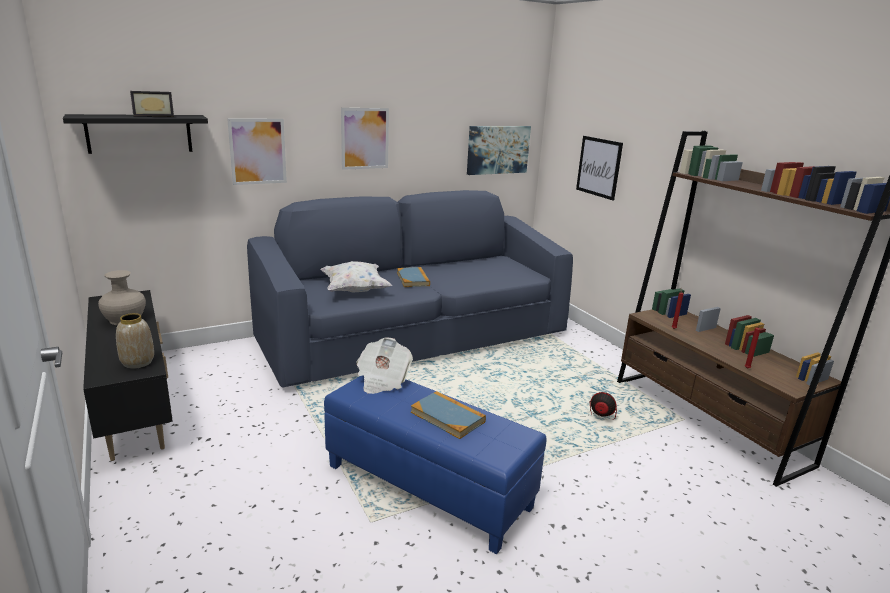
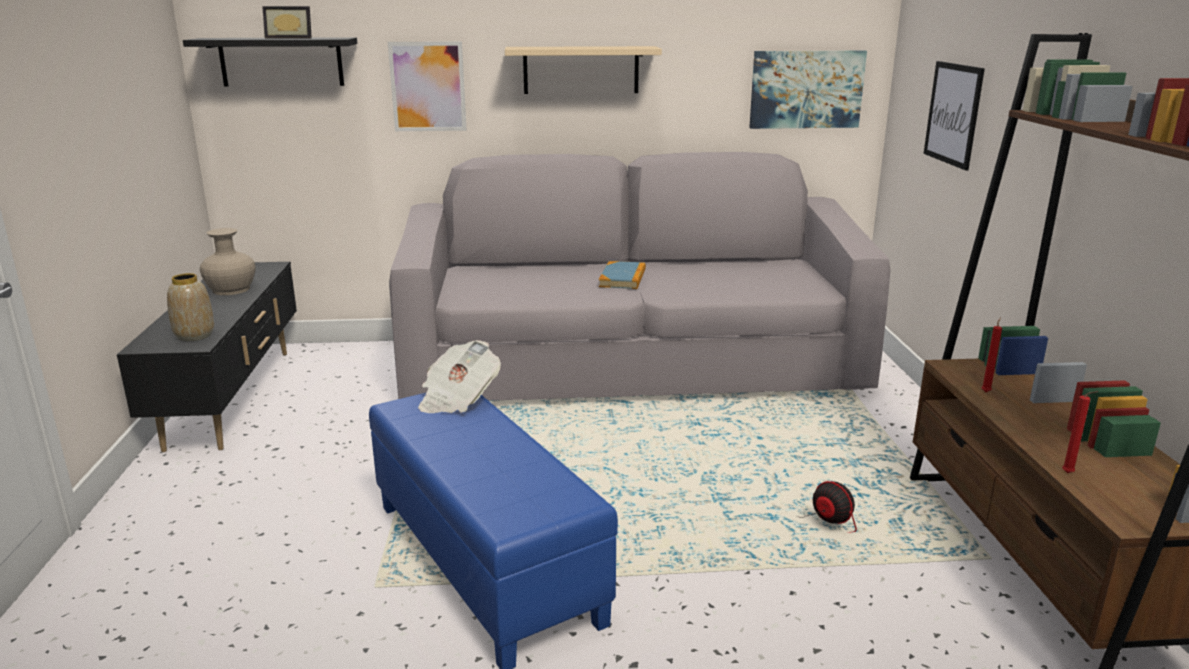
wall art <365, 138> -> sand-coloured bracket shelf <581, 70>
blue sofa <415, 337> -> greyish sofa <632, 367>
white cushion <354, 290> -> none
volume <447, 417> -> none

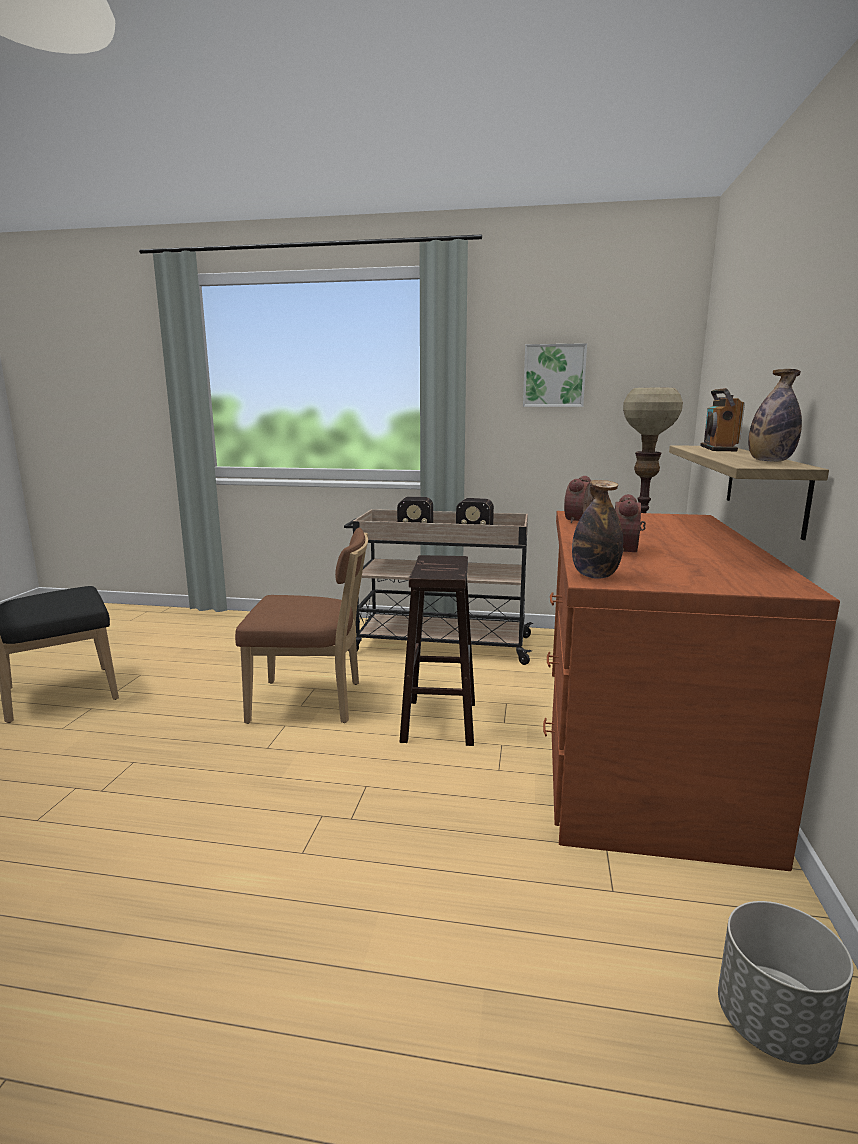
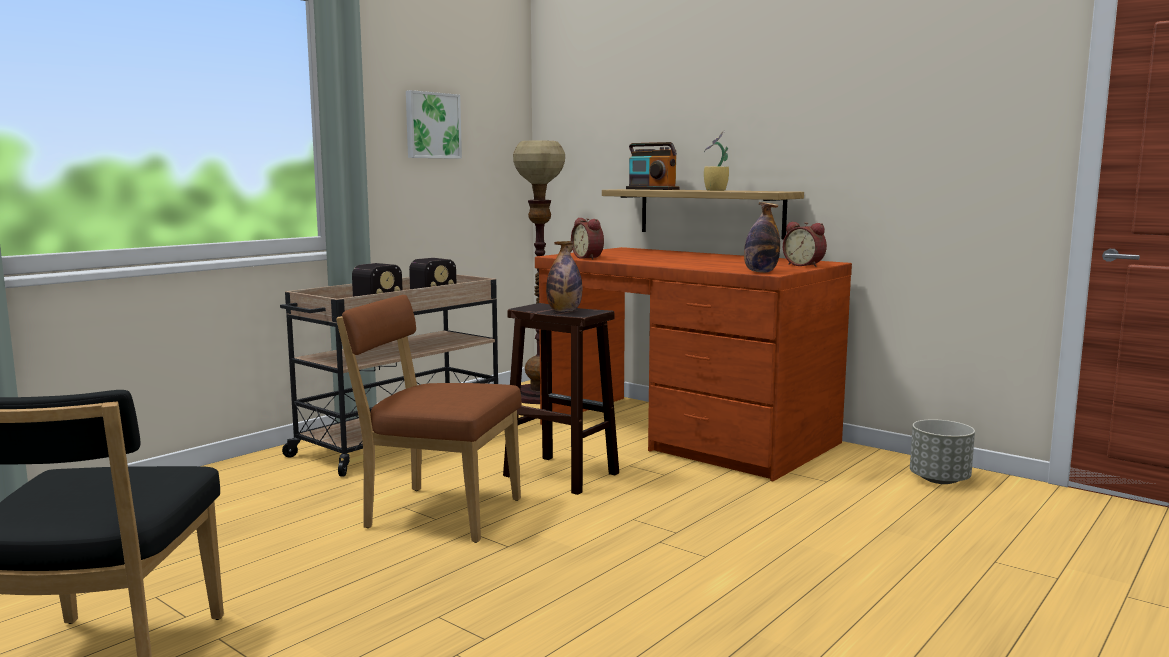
beverage bottle <770, 461> -> beverage bottle <564, 311>, relocated
alarm clock <627, 551> -> alarm clock <804, 265>, relocated
brown upright chair <312, 702> -> brown upright chair <437, 513>, 105 degrees counterclockwise
none -> houseplant <715, 190>

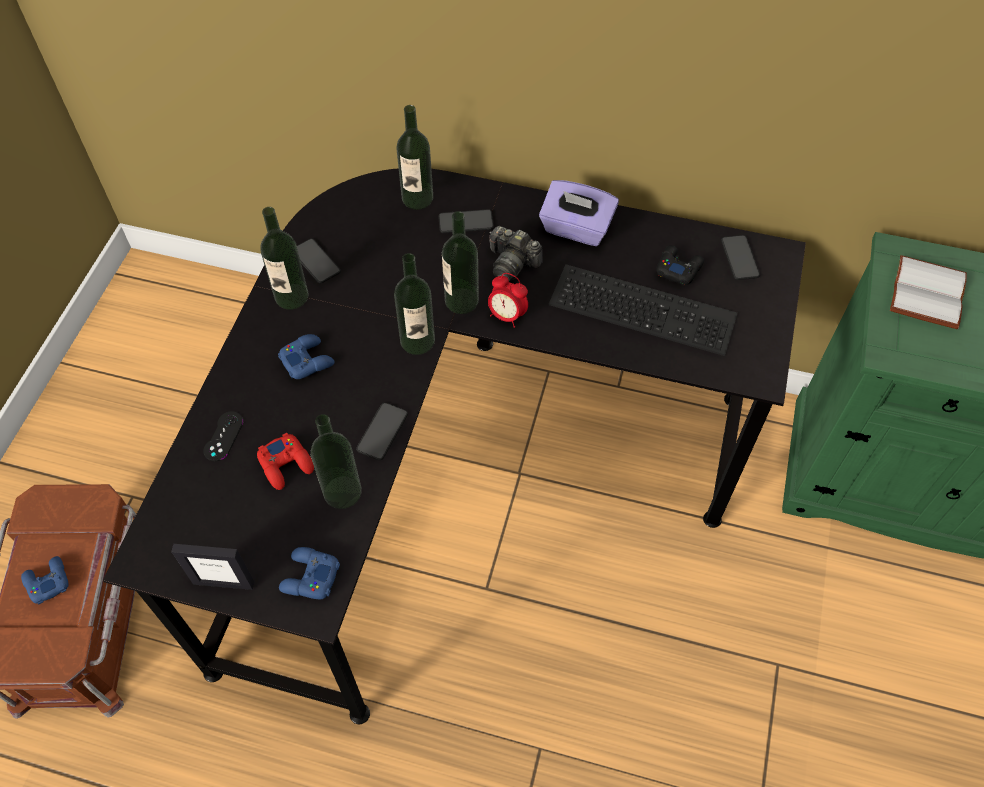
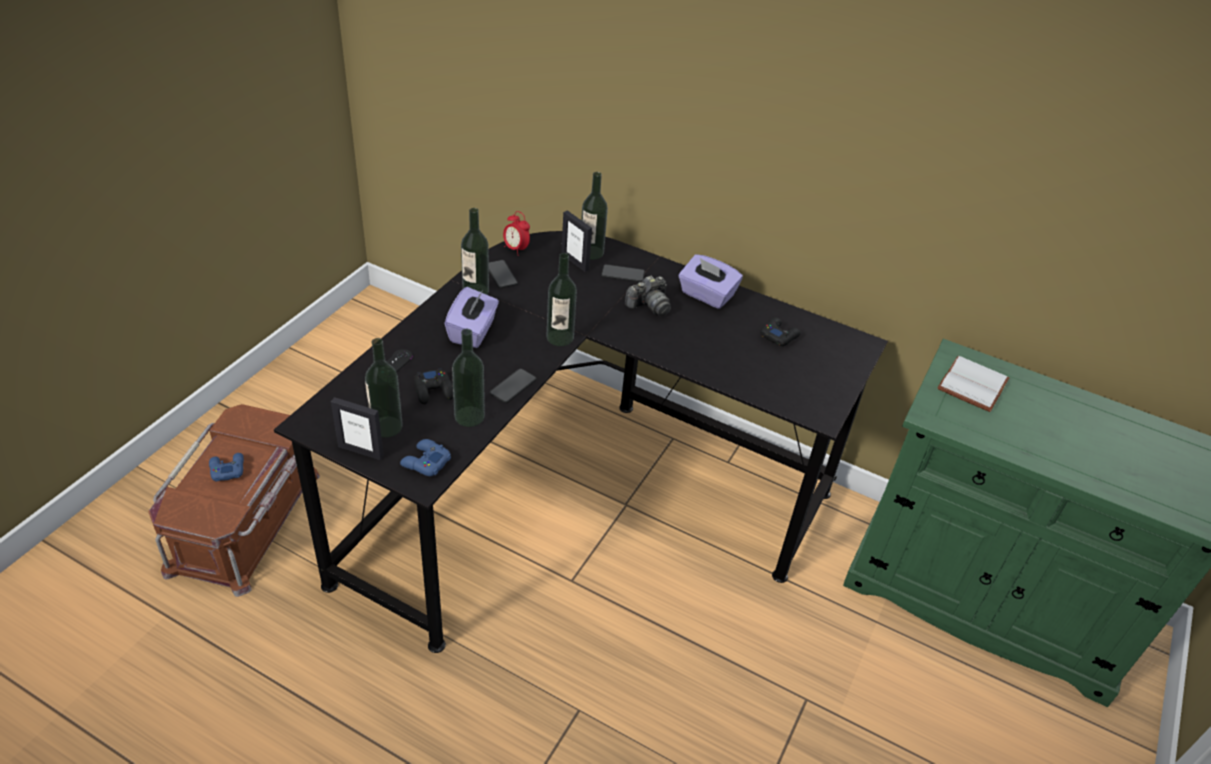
beverage bottle <461, 301> -> beverage bottle <387, 427>, relocated
photo camera <512, 263> -> photo camera <649, 306>, 75 degrees counterclockwise
telephone <740, 258> -> none
PC keyboard <645, 307> -> none
alarm clock <507, 316> -> alarm clock <516, 249>, relocated
blue game controller <307, 360> -> purple-coloured tissue holder <473, 331>
reddish game controller <286, 464> -> blackish game controller <434, 390>
none -> standing frame <575, 261>

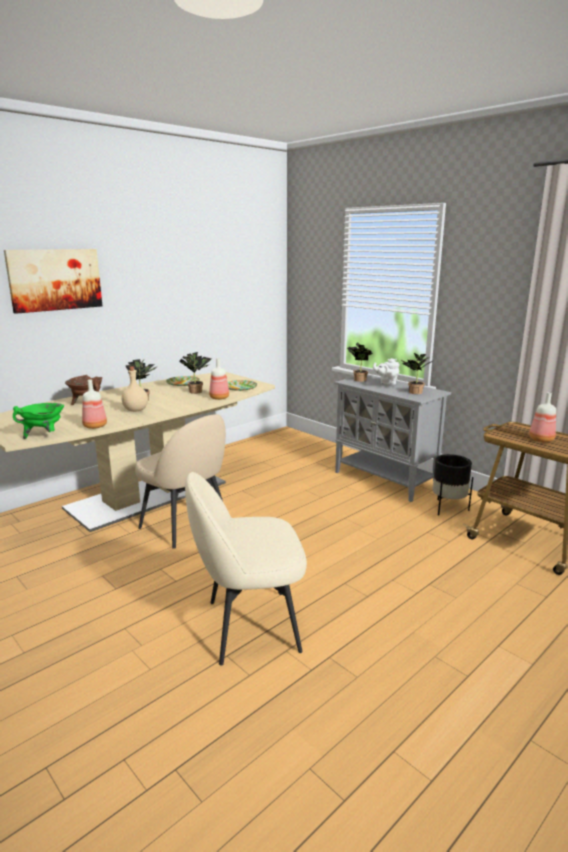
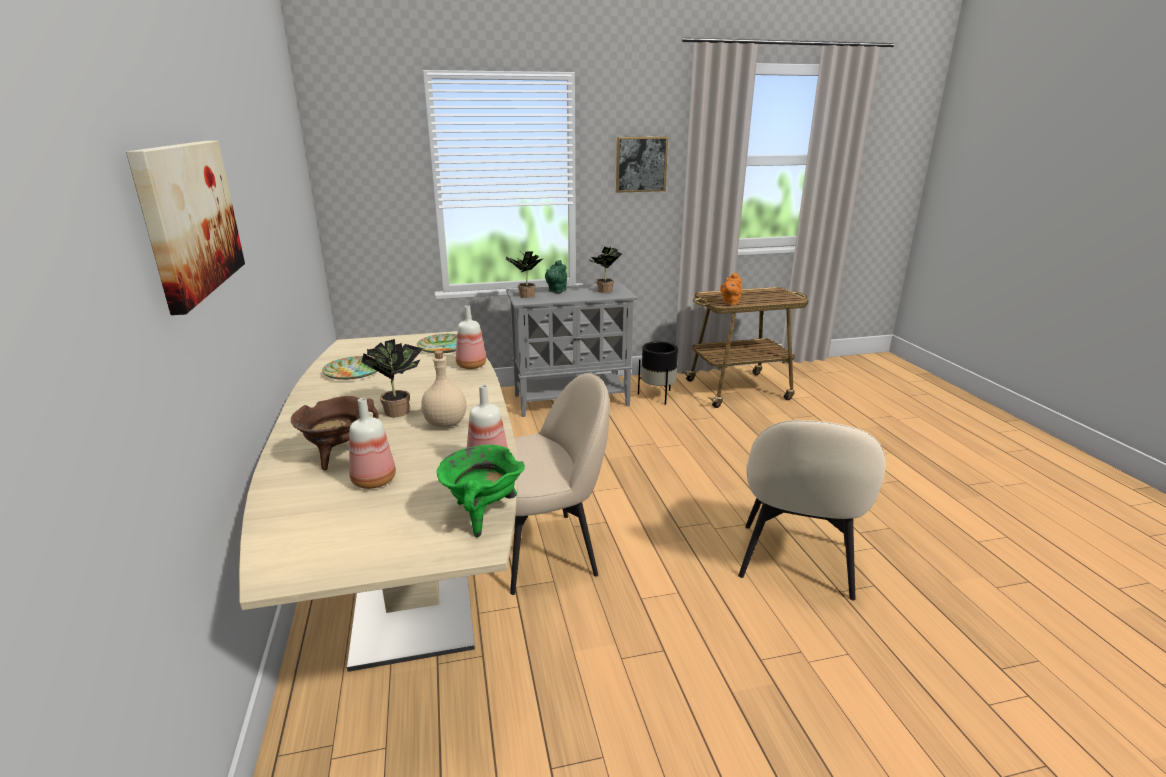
houseplant <196, 391> -> none
white pot for tea <386, 383> -> green pot for tea <556, 291>
beverage bottle <540, 440> -> beverage bottle <373, 481>, relocated
none -> wall art <641, 164>
none -> orangey pot for tea <730, 303>

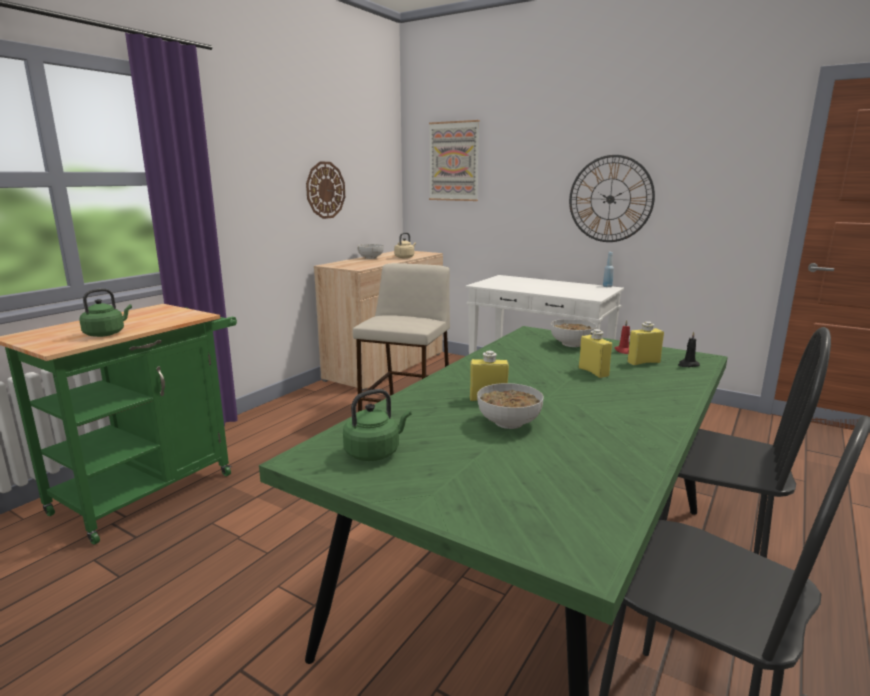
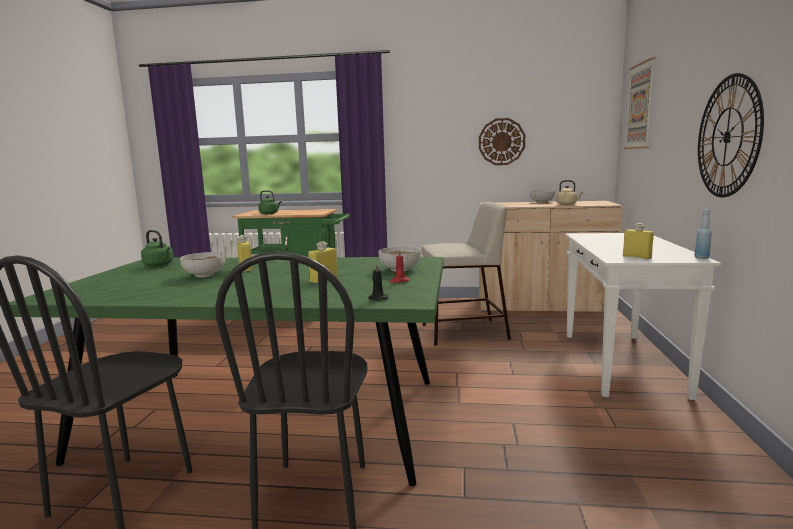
yellowish beverage bottle <643, 362> -> yellowish beverage bottle <637, 257>, relocated

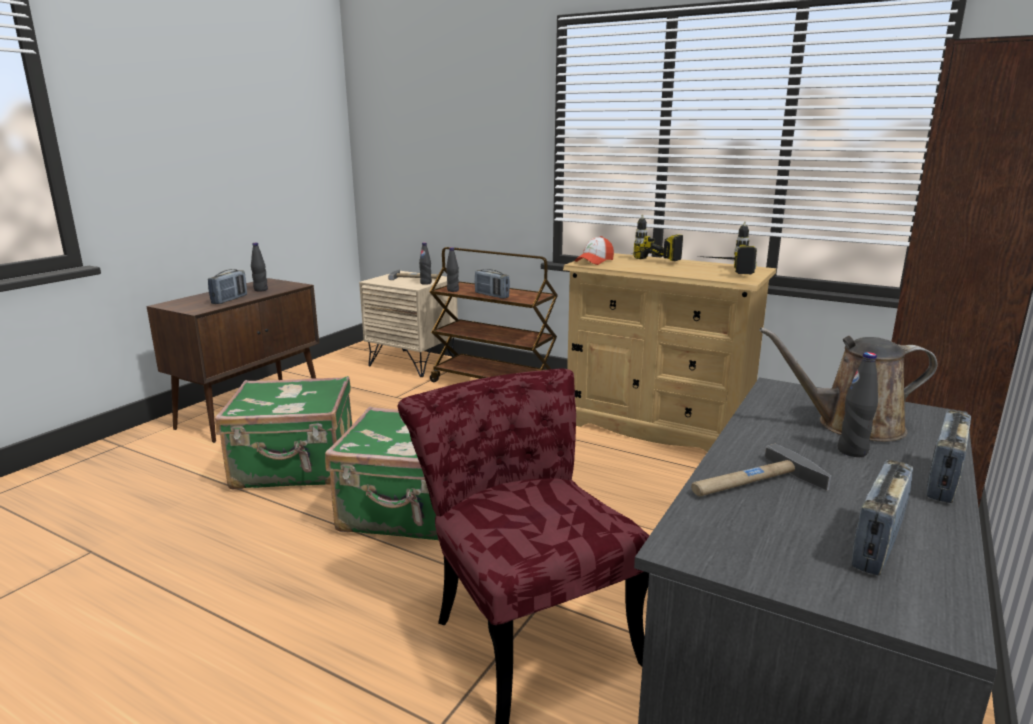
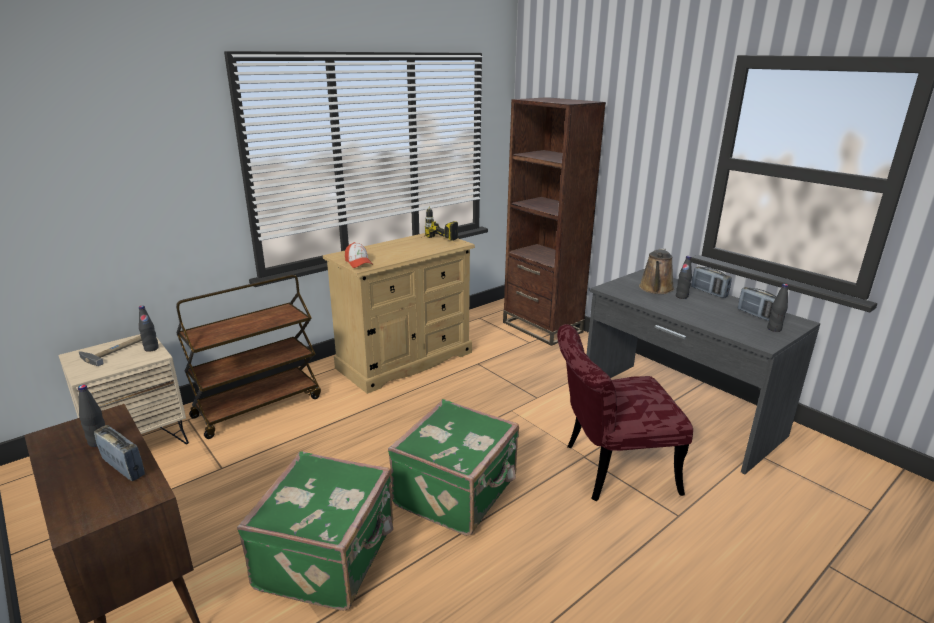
electric drill <646, 263> -> none
blackish beverage bottle <453, 290> -> blackish beverage bottle <774, 329>, relocated
radio set <491, 295> -> none
tool hammer <753, 484> -> none

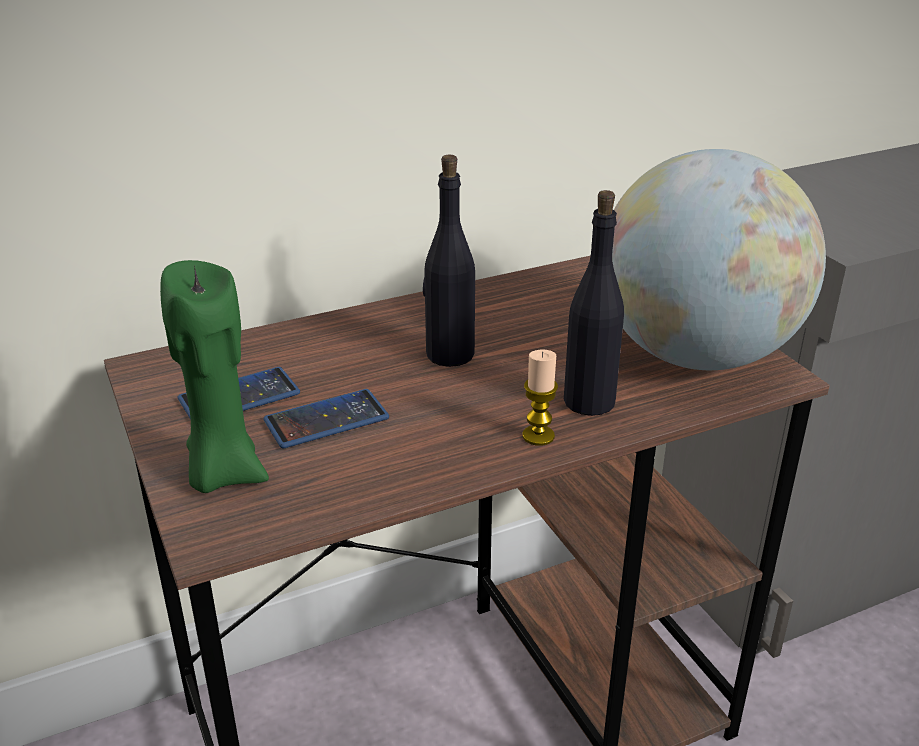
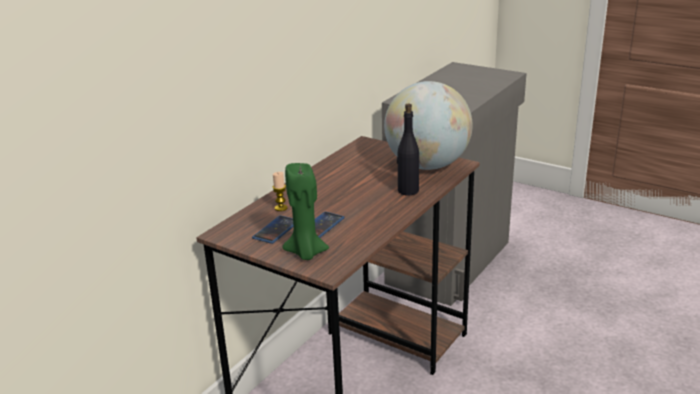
blackish beverage bottle <449, 354> -> none
wax candle <538, 436> -> wax candle <281, 208>, relocated

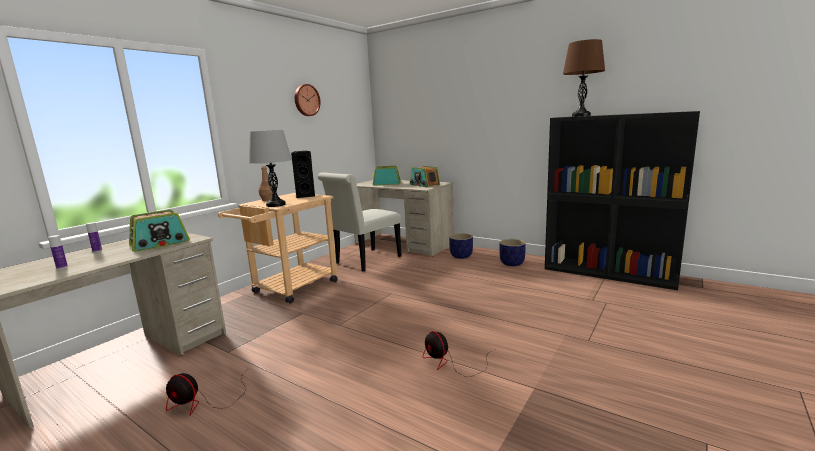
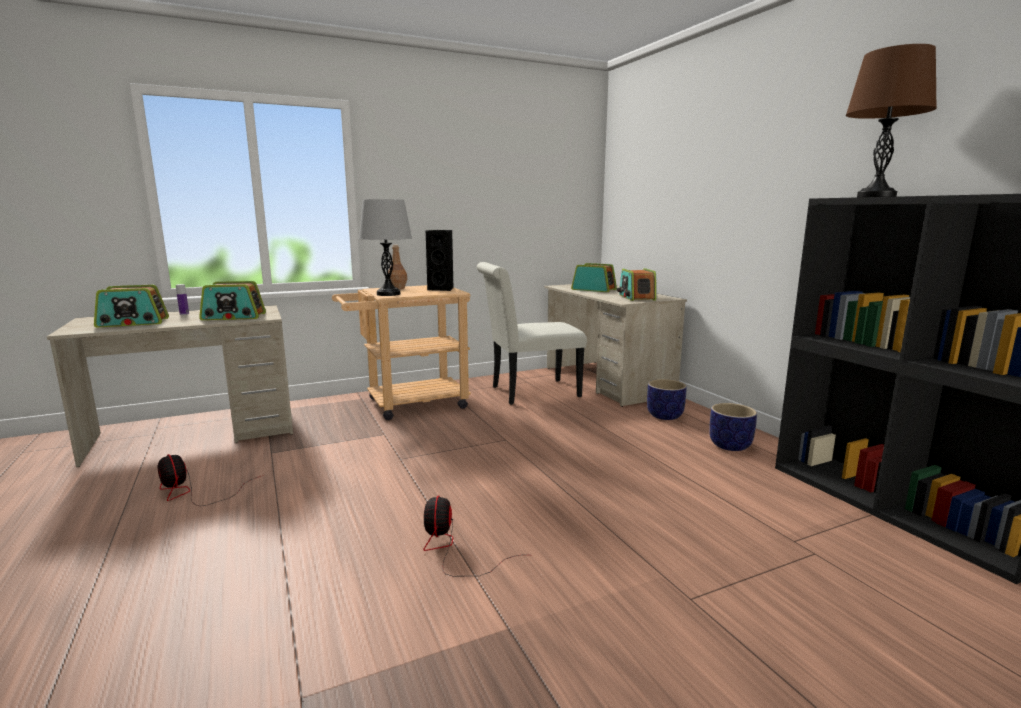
wall clock <306, 100> -> none
beverage bottle <62, 267> -> radio set <133, 323>

